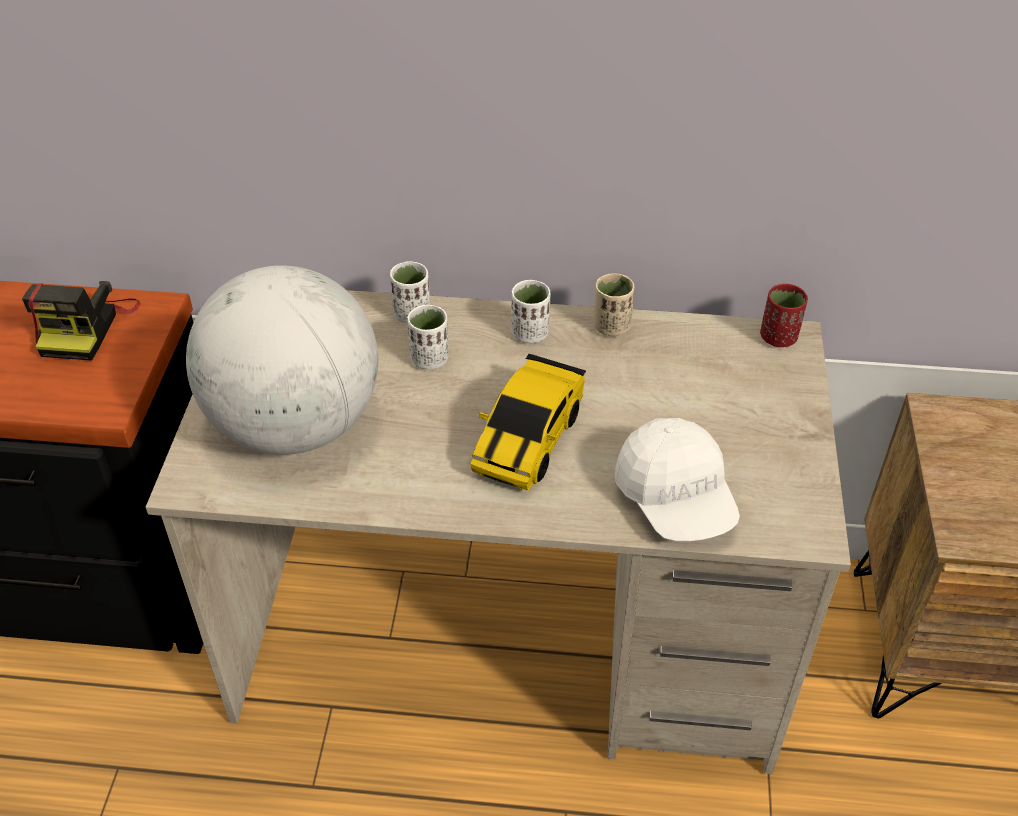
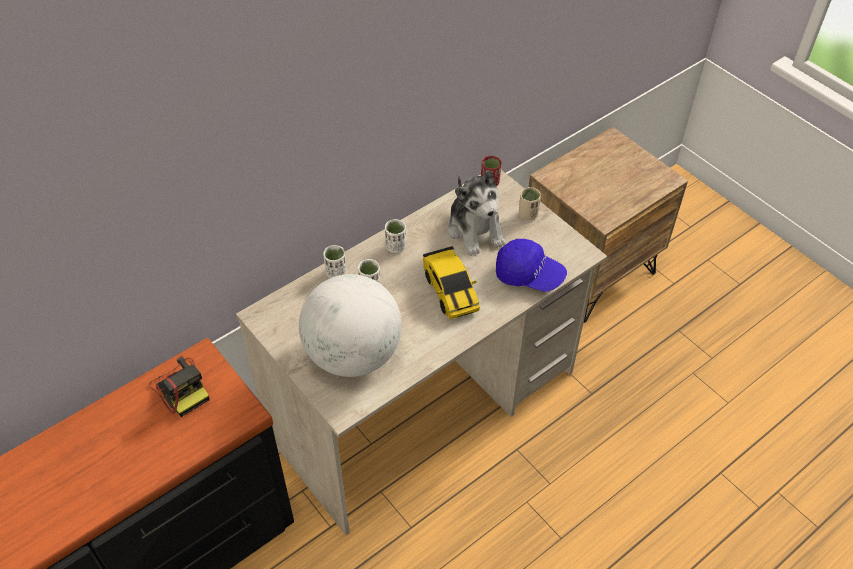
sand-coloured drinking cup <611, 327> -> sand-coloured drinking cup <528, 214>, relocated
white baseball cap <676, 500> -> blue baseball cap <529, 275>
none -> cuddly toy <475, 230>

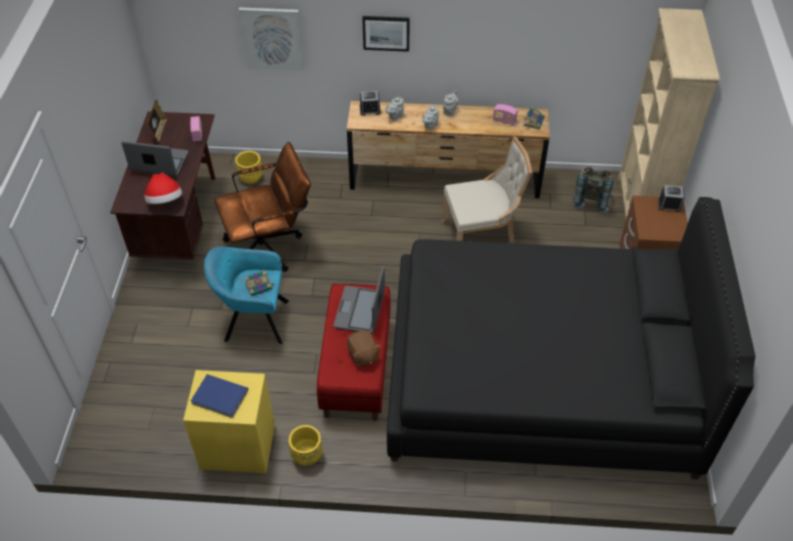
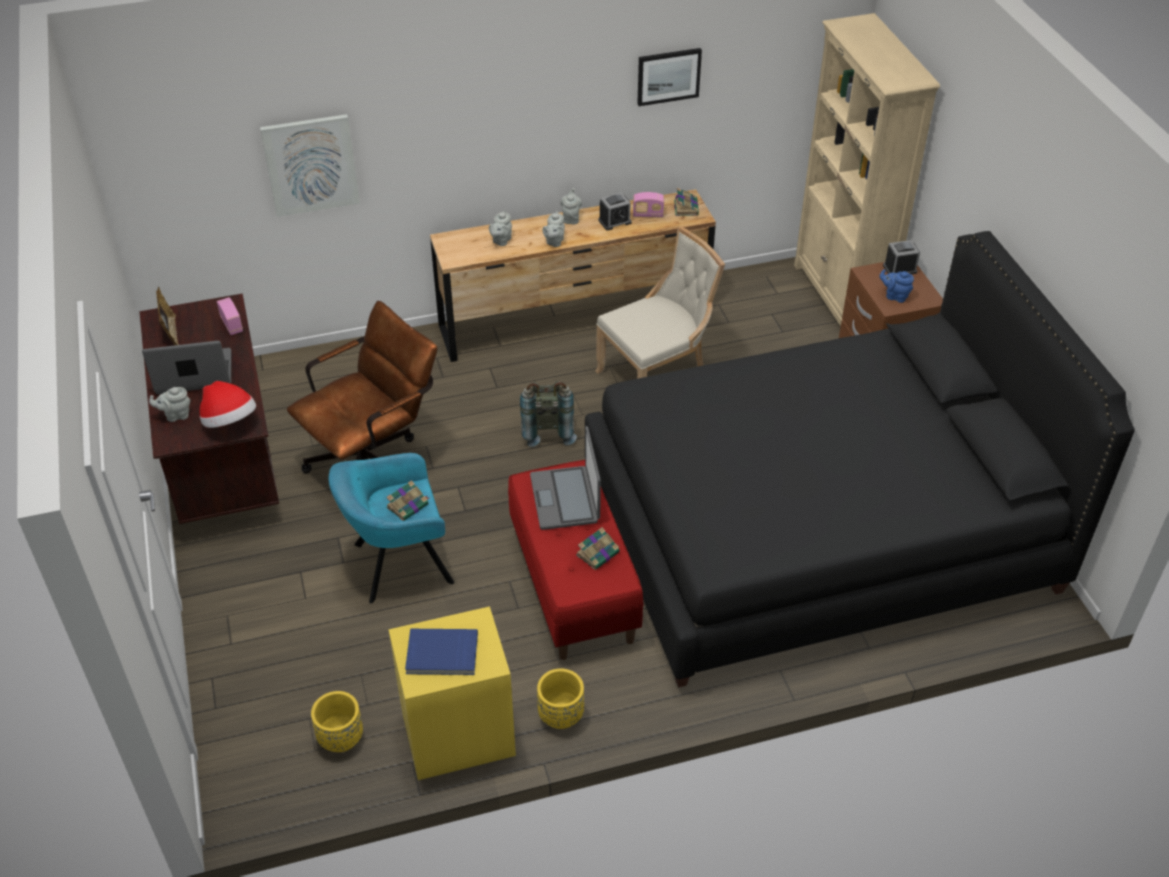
wall art <386, 33> -> wall art <668, 76>, relocated
alarm clock <370, 110> -> alarm clock <615, 221>, relocated
yellowish plant pot <251, 178> -> yellowish plant pot <341, 738>, relocated
greyish rucksack <590, 200> -> greyish rucksack <547, 429>, relocated
brown cuddly toy <363, 355> -> volume <598, 553>
none -> blue pot for tea <895, 296>
none -> greyish pot for tea <176, 415>

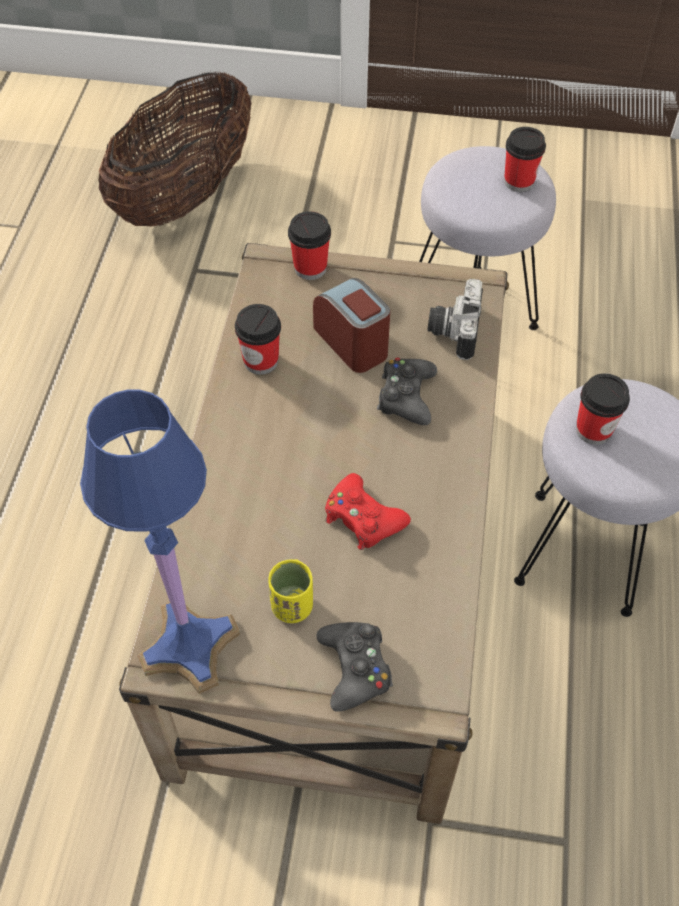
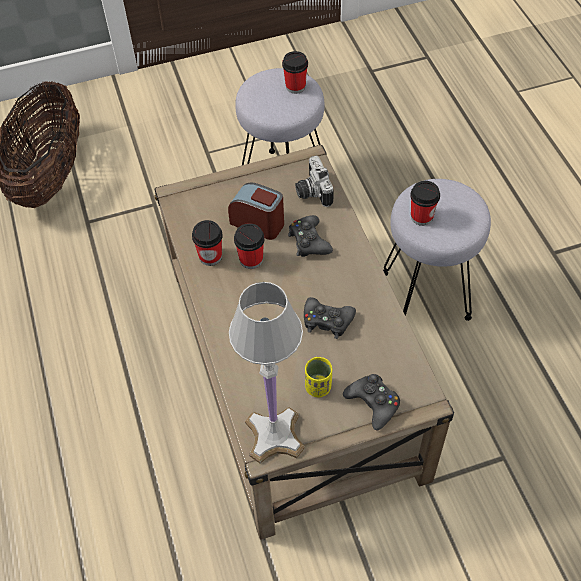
drinking cup <310, 268> -> drinking cup <251, 260>, relocated
blue lamp for a table <191, 646> -> white lamp for a table <275, 435>
reddish game controller <363, 518> -> blackish game controller <327, 321>

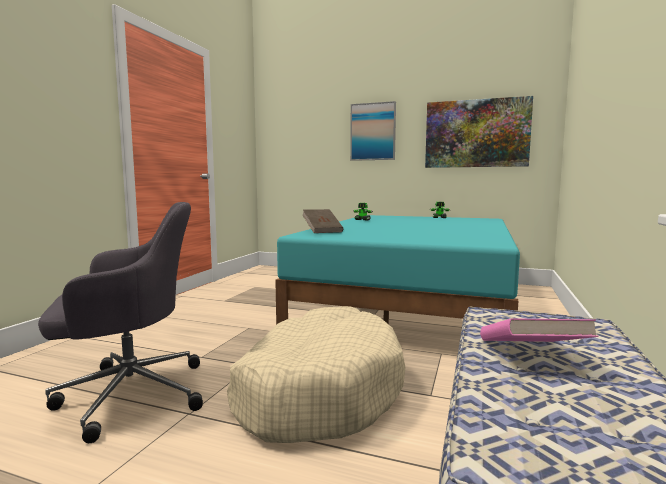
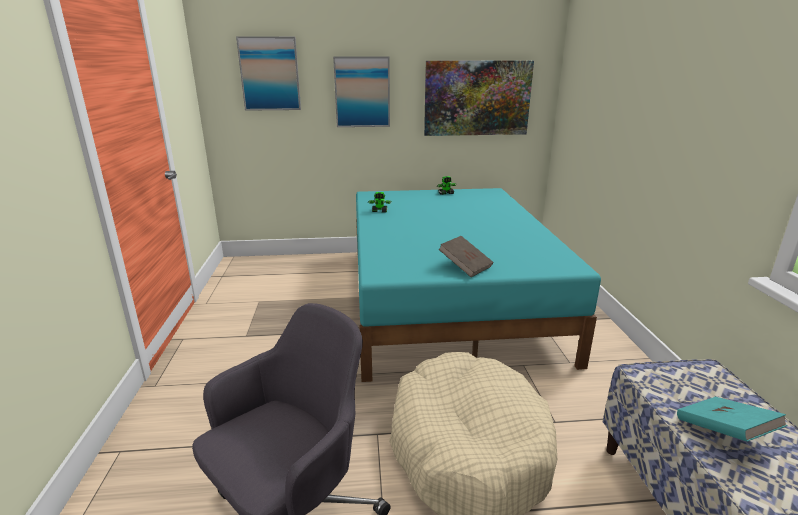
brown volume <322, 231> -> brown volume <465, 266>, relocated
pink volume <530, 356> -> blue-green volume <723, 432>
none -> wall art <270, 74>

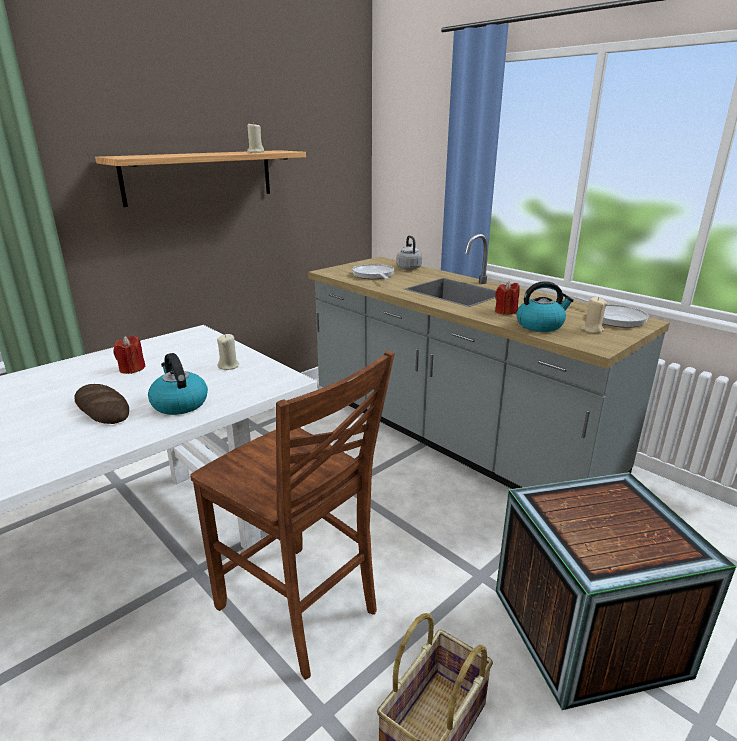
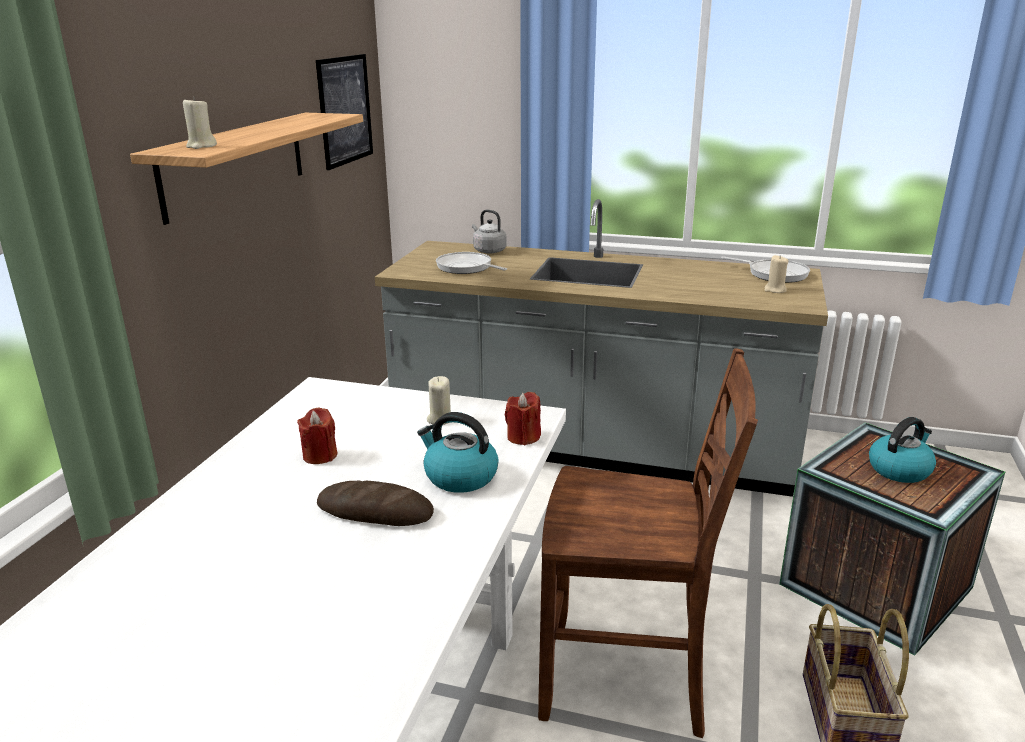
sand-coloured wax candle <255, 152> -> sand-coloured wax candle <201, 146>, relocated
reddish wax candle <505, 312> -> reddish wax candle <523, 437>, relocated
water kettle <540, 325> -> water kettle <899, 469>, relocated
none -> wall art <345, 110>

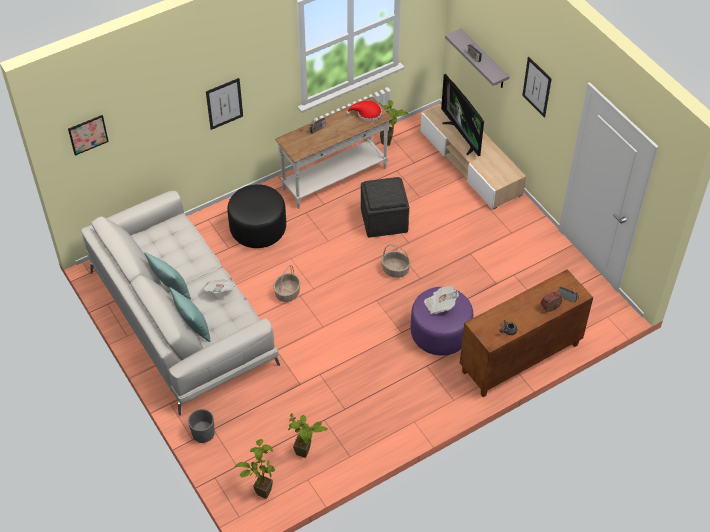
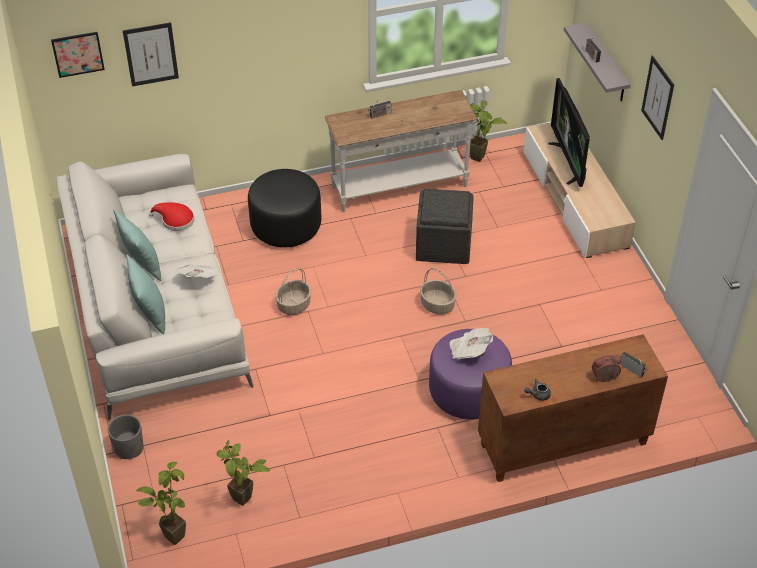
wall art <224, 103> -> wall art <151, 54>, relocated
reddish hat <367, 114> -> reddish hat <175, 220>, relocated

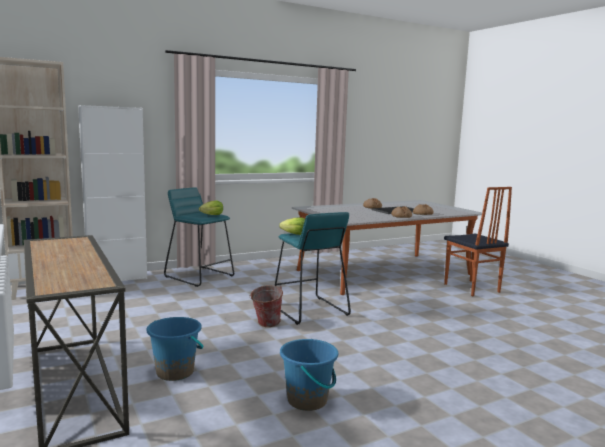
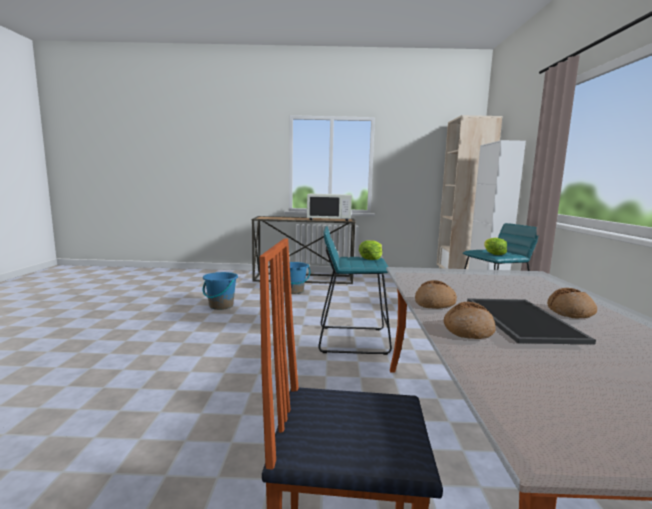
water bucket <265, 325> -> none
none -> white kitchen microwave <329, 219>

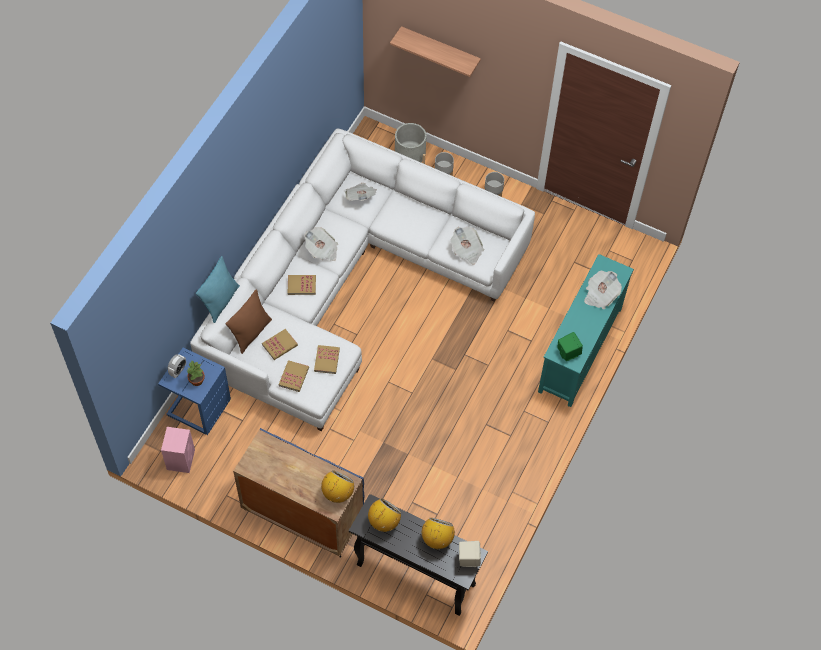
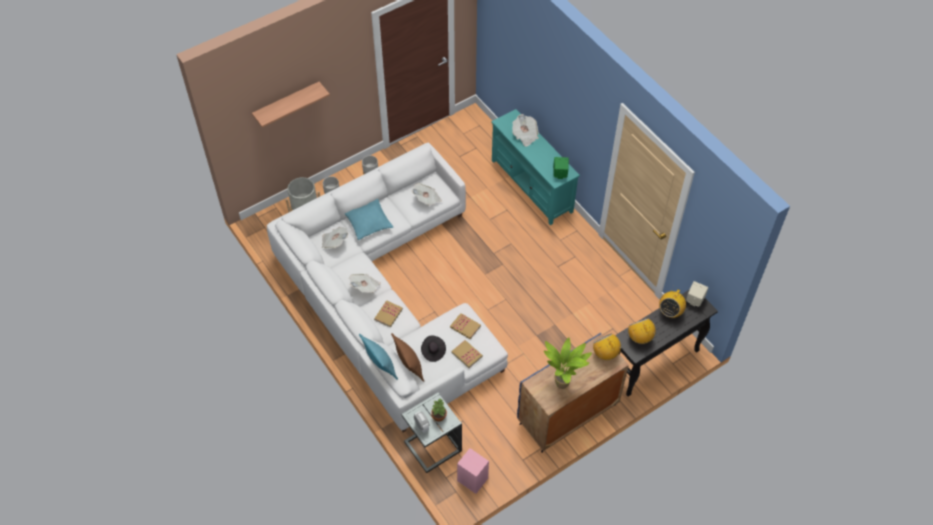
volume <280, 345> -> blackish hat <433, 351>
blue accent table <198, 406> -> greyish accent table <431, 446>
radio set <437, 539> -> radio set <670, 312>, 105 degrees counterclockwise
none -> blue-green cushion <368, 222>
none -> houseplant <563, 383>

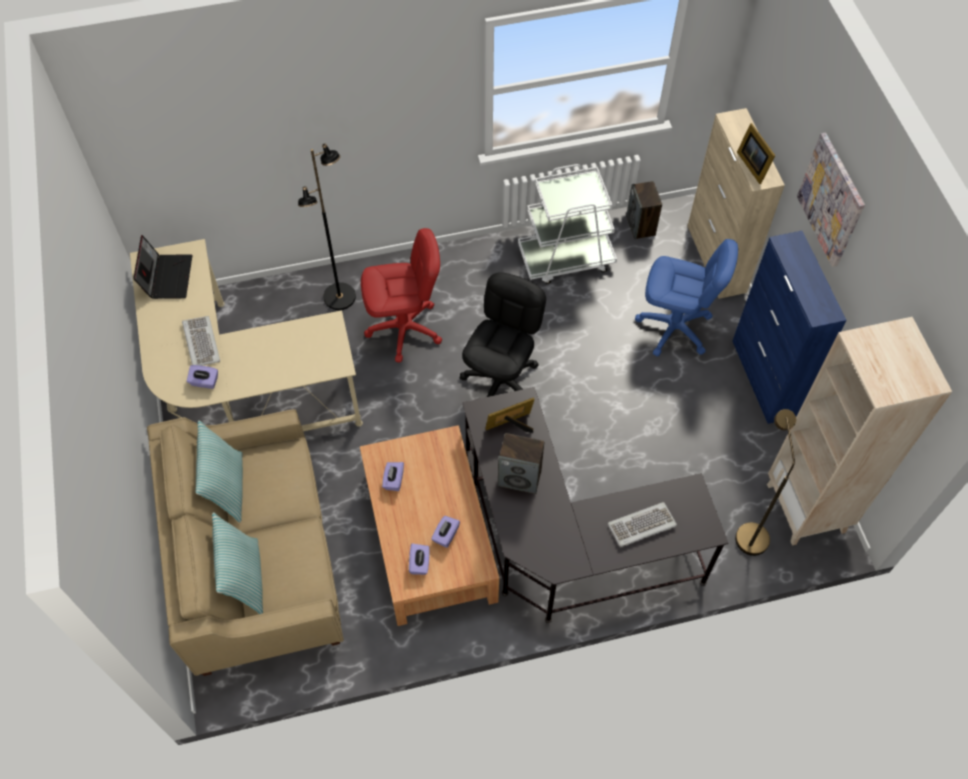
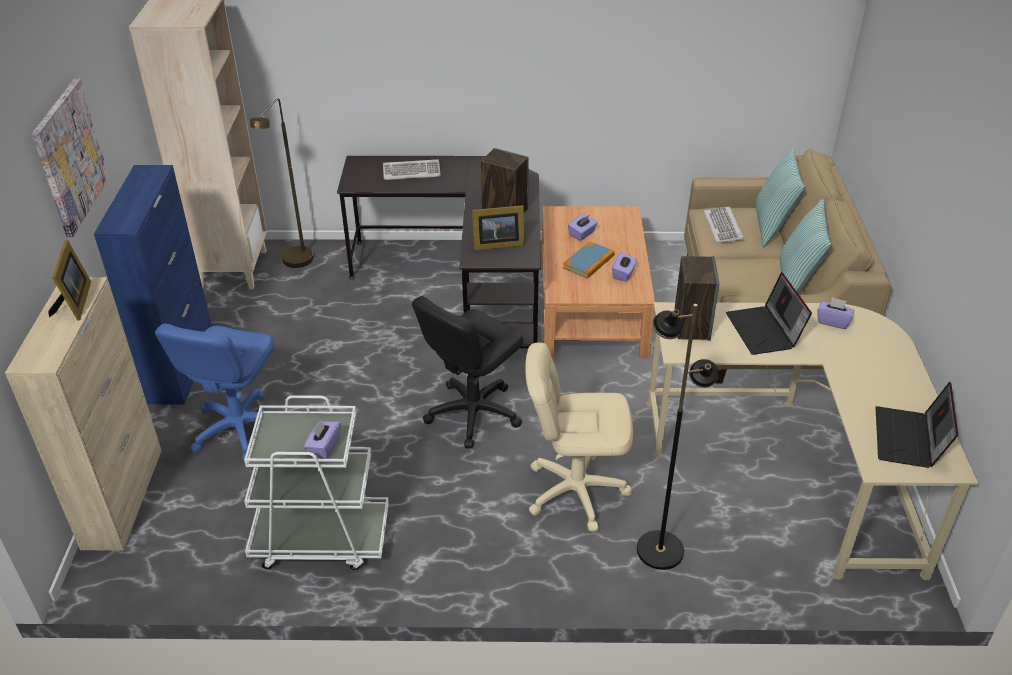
loudspeaker <641, 226> -> loudspeaker <691, 326>, relocated
reddish desk chair <404, 329> -> sand-coloured desk chair <575, 491>
blue desk chair <674, 328> -> blue desk chair <239, 429>, 105 degrees counterclockwise
PC keyboard <200, 342> -> PC keyboard <723, 227>, relocated
purple-coloured tissue holder <419, 563> -> purple-coloured tissue holder <324, 447>, relocated
none -> volume <588, 262>
none -> laptop <765, 331>

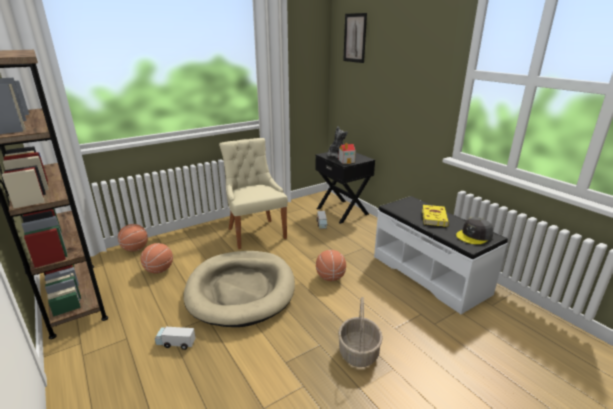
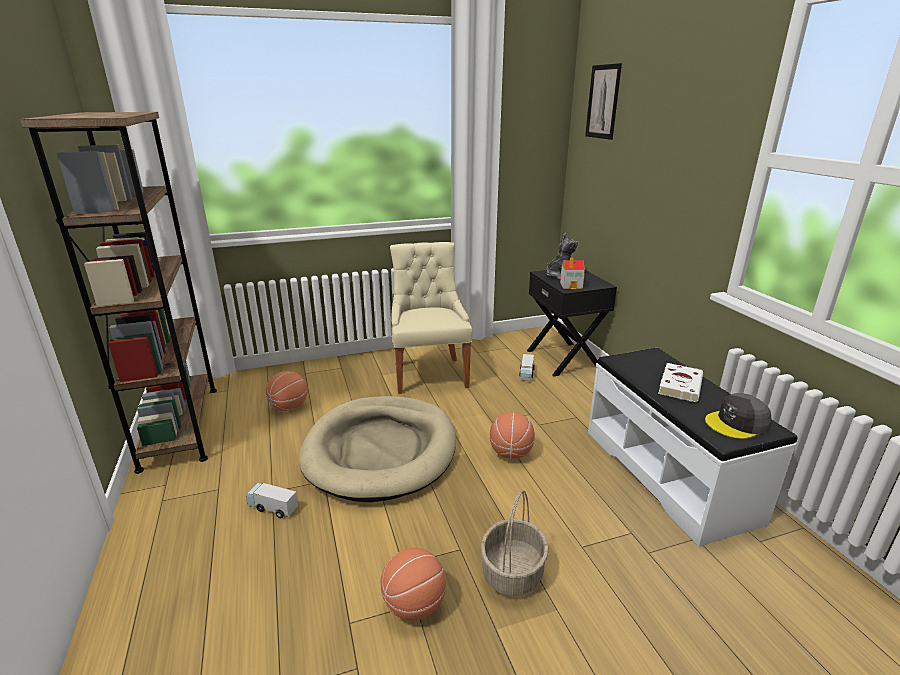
yellowish volume <434, 217> -> white volume <680, 385>
basketball ball <135, 249> -> basketball ball <414, 605>, relocated

